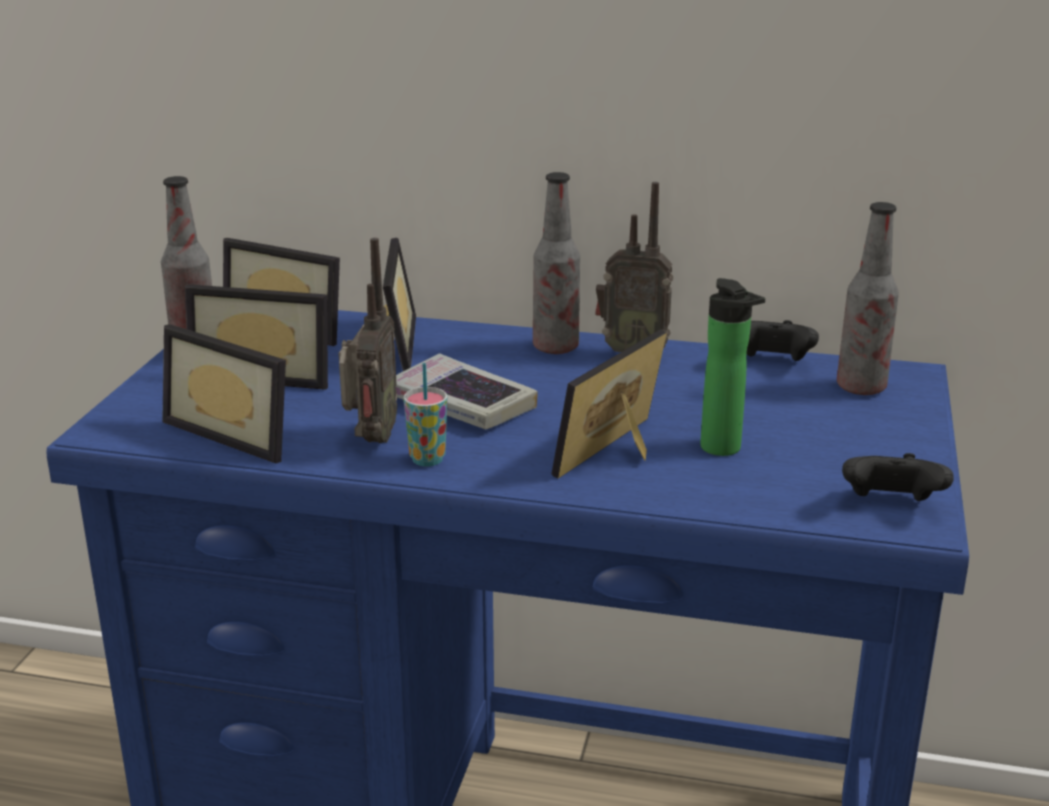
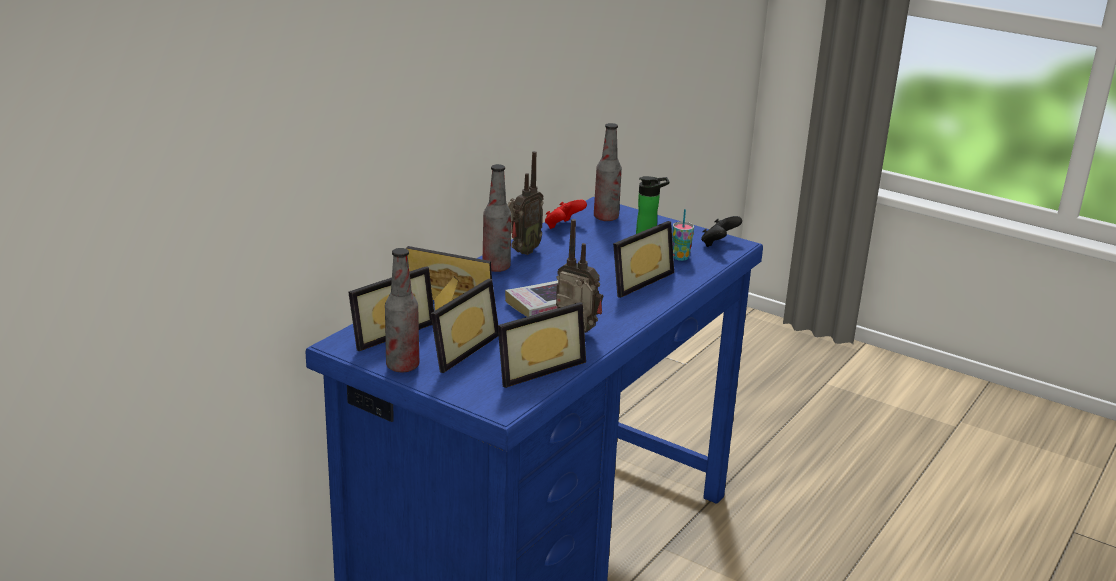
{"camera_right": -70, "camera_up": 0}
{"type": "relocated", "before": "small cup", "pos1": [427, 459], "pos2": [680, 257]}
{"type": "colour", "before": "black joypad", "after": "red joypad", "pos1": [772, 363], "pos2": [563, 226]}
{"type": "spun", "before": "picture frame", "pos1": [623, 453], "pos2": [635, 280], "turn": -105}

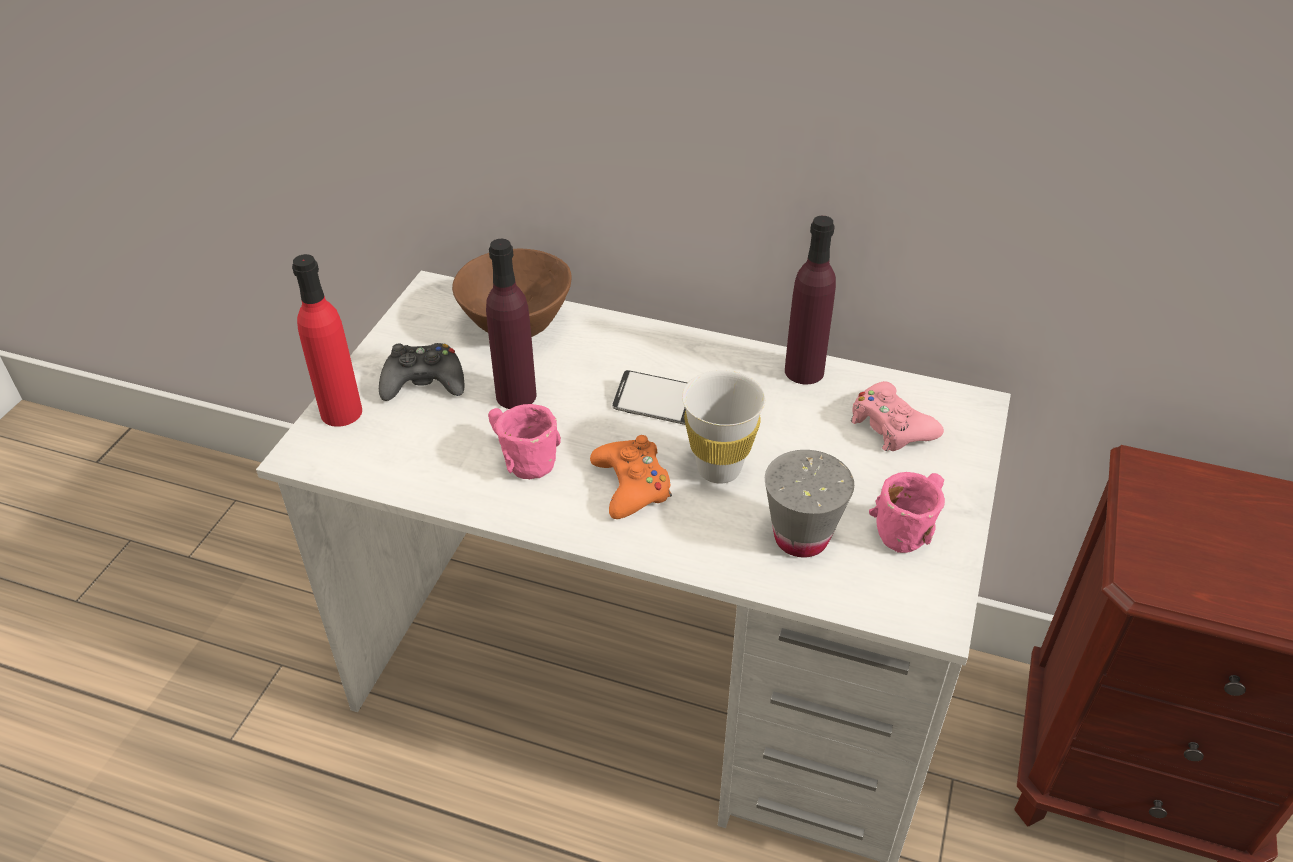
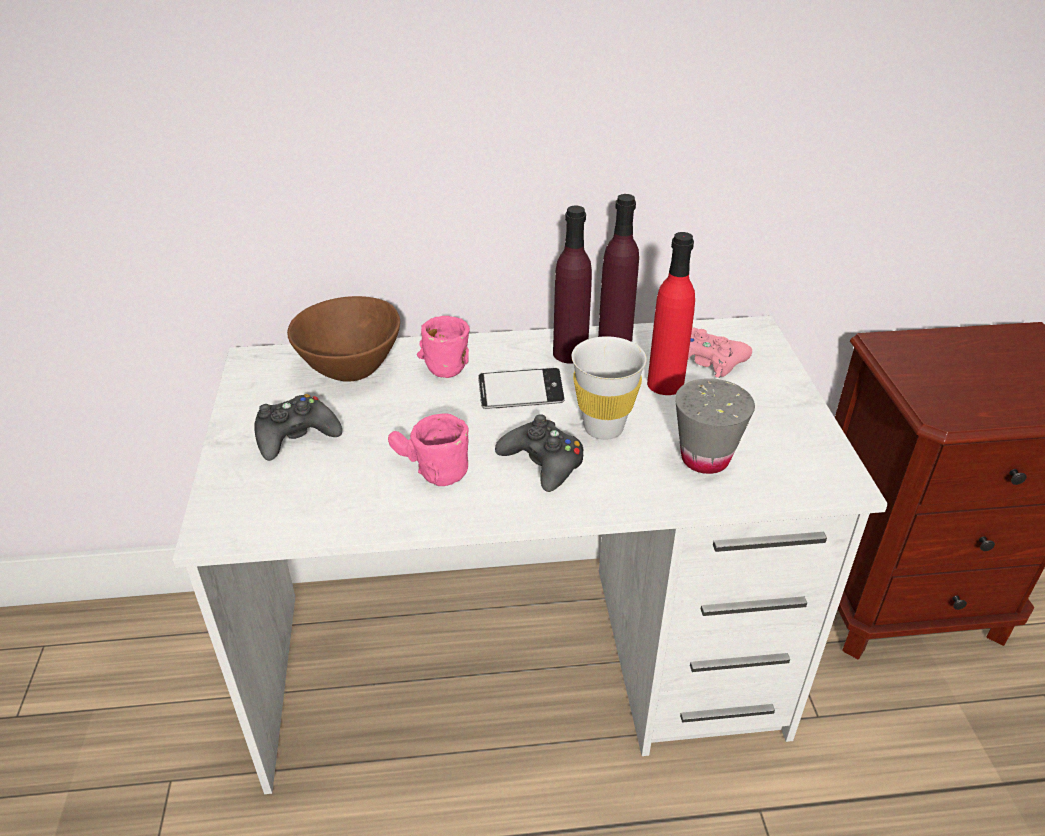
{"camera_right": -25, "camera_up": -5}
{"type": "relocated", "before": "red beverage bottle", "pos1": [341, 412], "pos2": [665, 384]}
{"type": "relocated", "before": "purplish beverage bottle", "pos1": [516, 396], "pos2": [570, 353]}
{"type": "relocated", "before": "pink coffee mug", "pos1": [907, 523], "pos2": [448, 360]}
{"type": "colour", "before": "orange-coloured joypad", "after": "black joypad", "pos1": [632, 486], "pos2": [543, 462]}

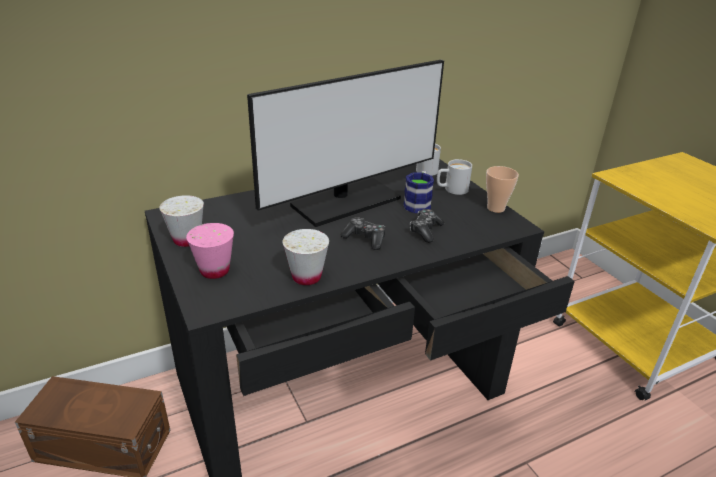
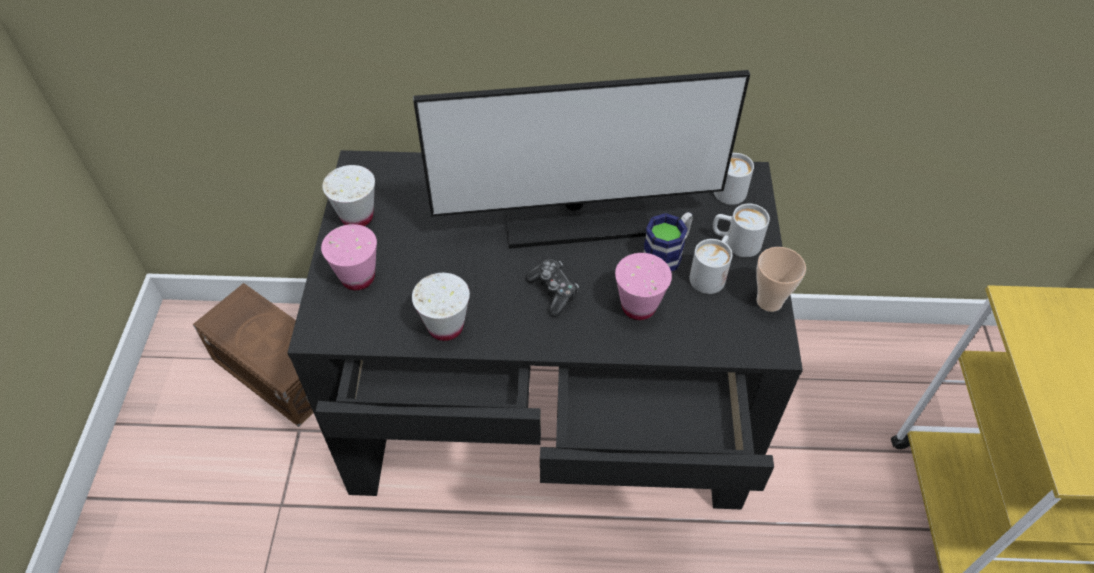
{"camera_right": 30, "camera_up": 20}
{"type": "appeared", "after": "white-coloured coffee mug", "pos2": [711, 274]}
{"type": "exchanged", "before": "joypad", "after": "pink small cup", "pos1": [425, 231], "pos2": [638, 306]}

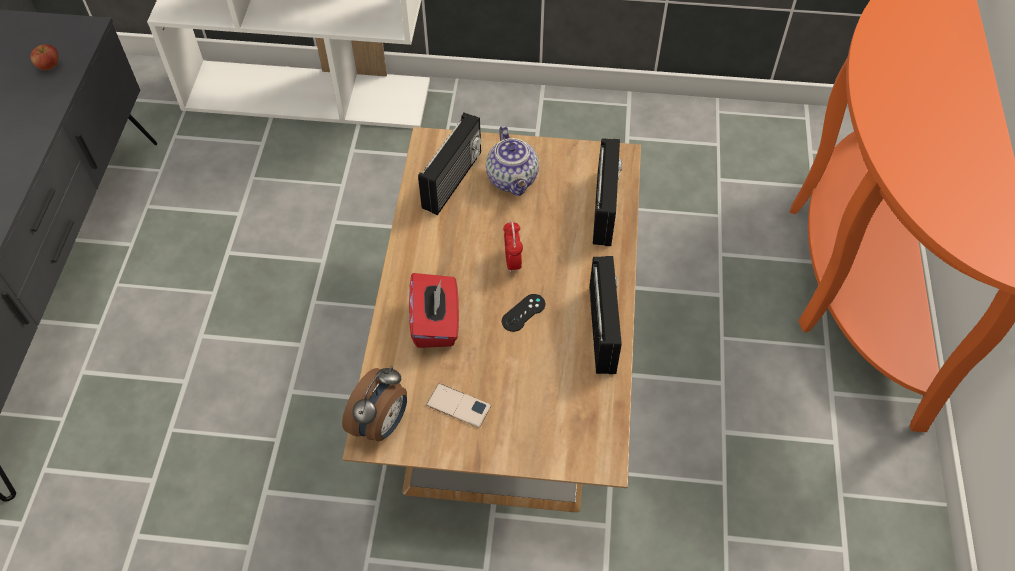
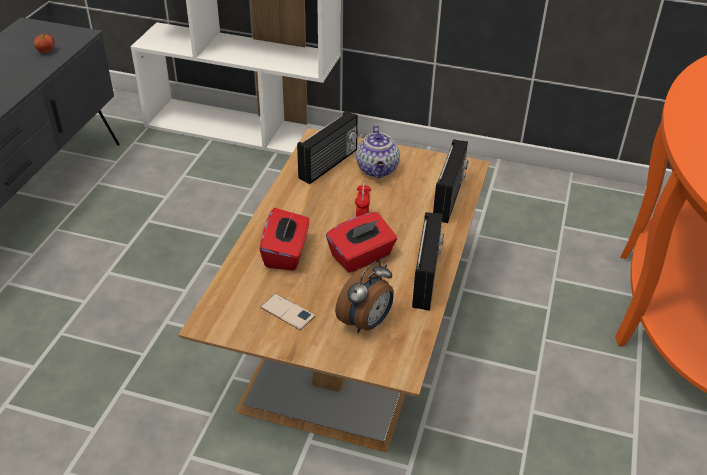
{"camera_right": 10, "camera_up": -15}
{"type": "relocated", "before": "table clock", "pos1": [381, 424], "pos2": [366, 323]}
{"type": "exchanged", "before": "black joypad", "after": "red tissue box", "pos1": [523, 313], "pos2": [361, 257]}

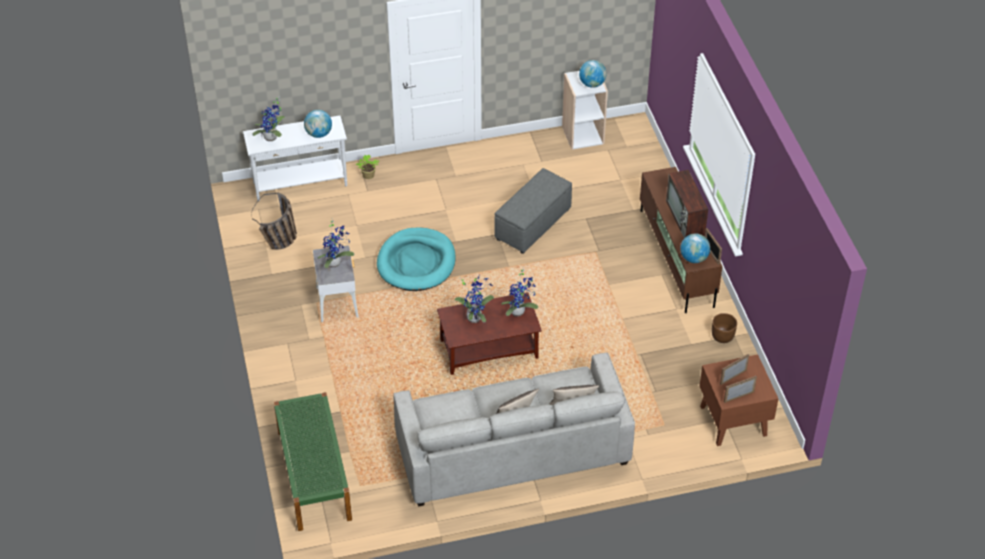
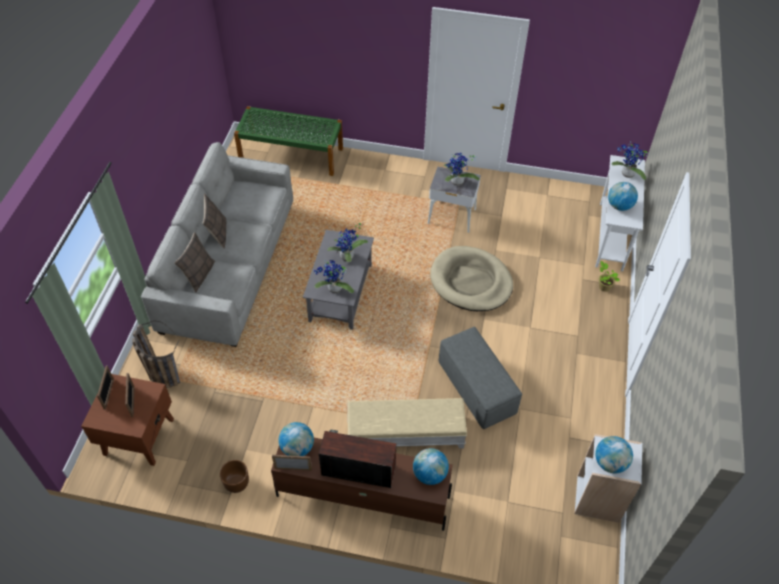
{"camera_right": 115, "camera_up": 5}
{"type": "appeared", "after": "sand-coloured ottoman", "pos2": [405, 432]}
{"type": "appeared", "after": "globe", "pos2": [429, 474]}
{"type": "relocated", "before": "storage basket", "pos1": [280, 244], "pos2": [160, 371]}
{"type": "colour", "before": "turquoise dog bed", "after": "sand-coloured dog bed", "pos1": [416, 262], "pos2": [471, 281]}
{"type": "colour", "before": "brownish low table", "after": "grey low table", "pos1": [488, 349], "pos2": [340, 292]}

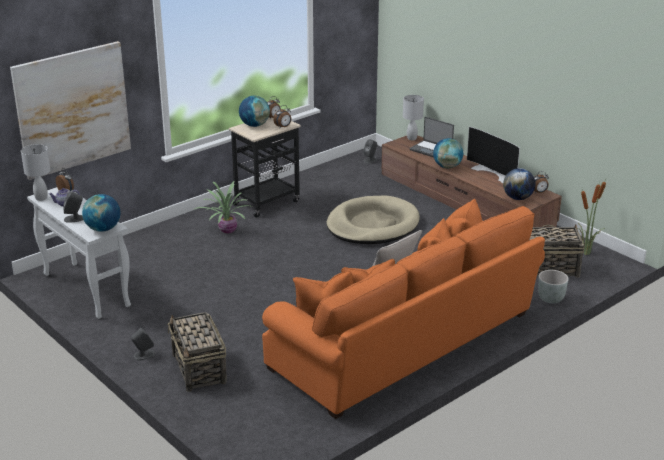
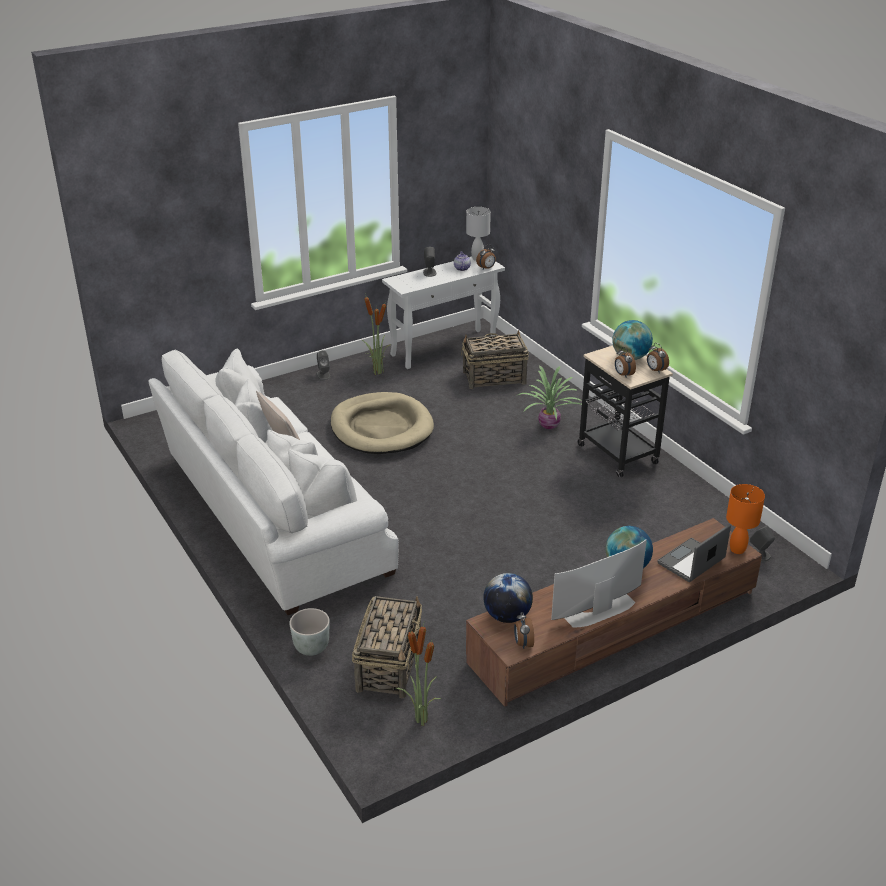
{"camera_right": 100, "camera_up": 5}
{"type": "missing", "before": "wall picture", "pos1": [72, 109]}
{"type": "missing", "before": "globe", "pos1": [103, 229]}
{"type": "appeared", "after": "houseplant", "pos2": [377, 372]}
{"type": "relocated", "before": "storage basket", "pos1": [199, 369], "pos2": [493, 378]}
{"type": "relocated", "before": "sand-coloured dog bed", "pos1": [372, 225], "pos2": [381, 428]}
{"type": "colour", "before": "orange-coloured couch", "after": "white-coloured couch", "pos1": [405, 343], "pos2": [272, 515]}
{"type": "colour", "before": "white-coloured table lamp", "after": "orange-coloured table lamp", "pos1": [411, 138], "pos2": [738, 549]}

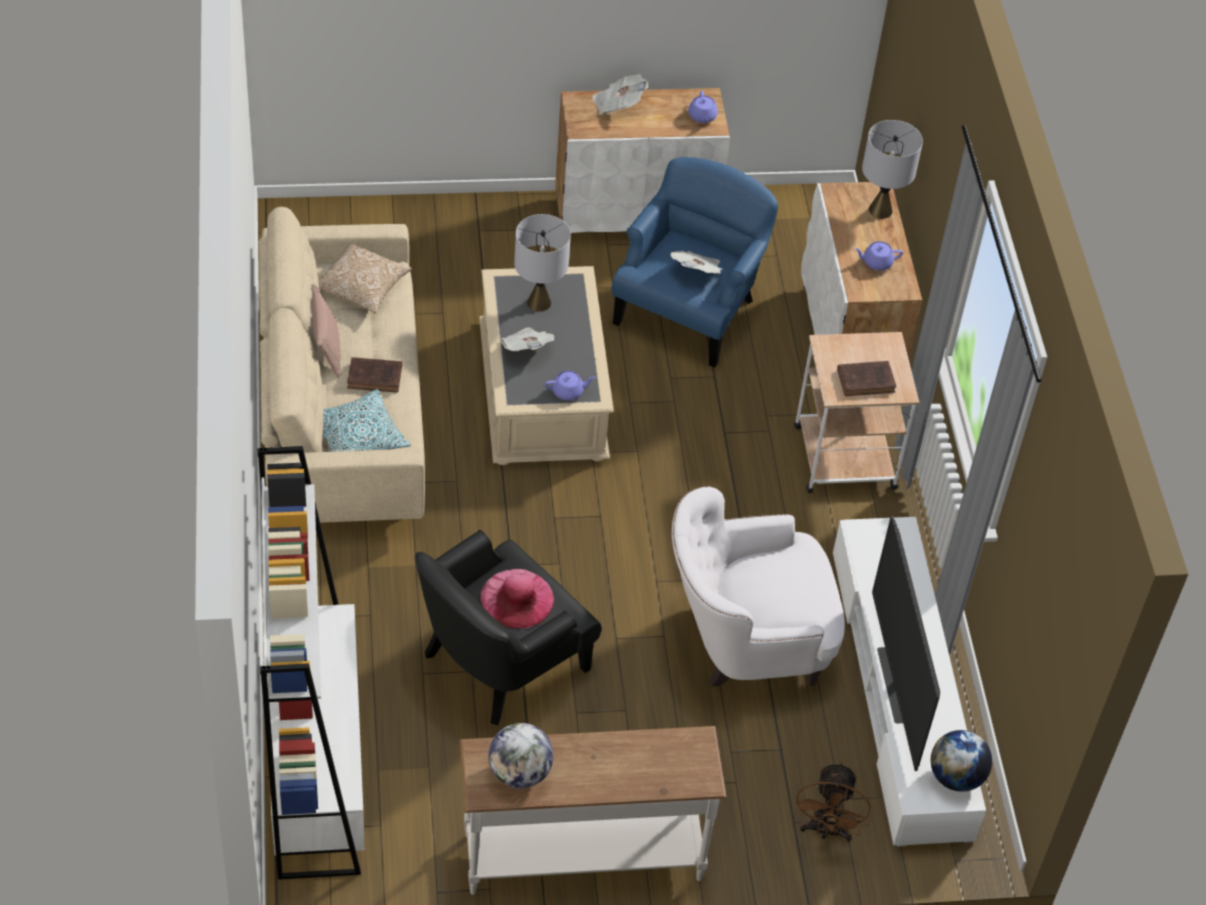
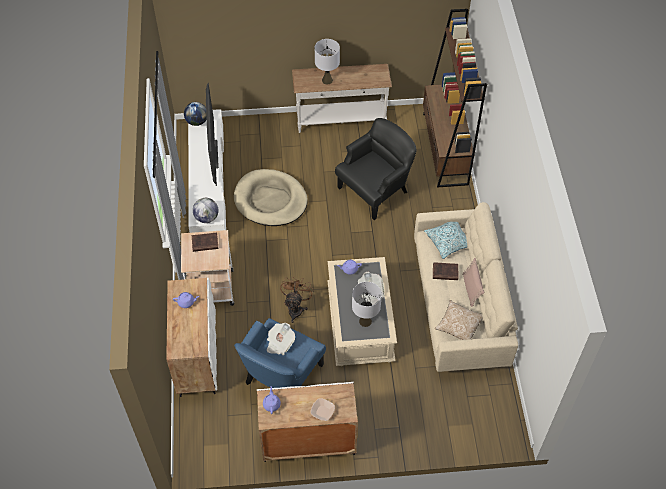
{"camera_right": -175, "camera_up": 5}
{"type": "missing", "before": "pink wearable hat", "pos1": [517, 598]}
{"type": "relocated", "before": "globe", "pos1": [520, 773], "pos2": [206, 218]}
{"type": "relocated", "before": "brownish fan", "pos1": [825, 831], "pos2": [296, 308]}
{"type": "relocated", "before": "grey table lamp", "pos1": [880, 210], "pos2": [327, 80]}
{"type": "exchanged", "before": "daily paper", "after": "deep dish", "pos1": [618, 105], "pos2": [322, 411]}
{"type": "exchanged", "before": "white-coloured easy chair", "after": "sand-coloured dog bed", "pos1": [745, 641], "pos2": [270, 200]}
{"type": "colour", "before": "white-coloured bookshelf", "after": "brownish bookshelf", "pos1": [316, 767], "pos2": [445, 149]}

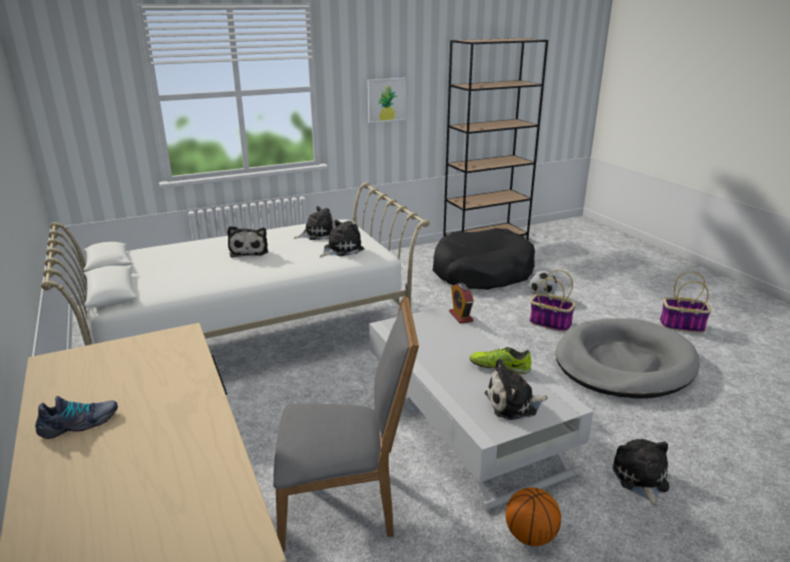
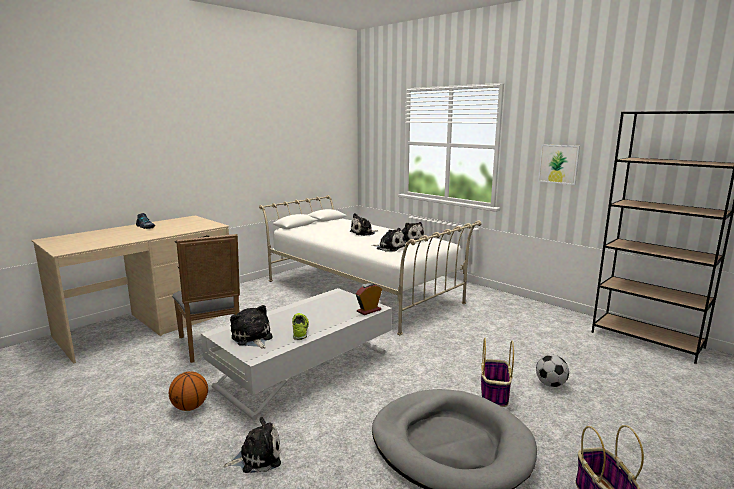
{"camera_right": 70, "camera_up": -10}
{"type": "missing", "before": "black dog bed", "pos1": [481, 272]}

